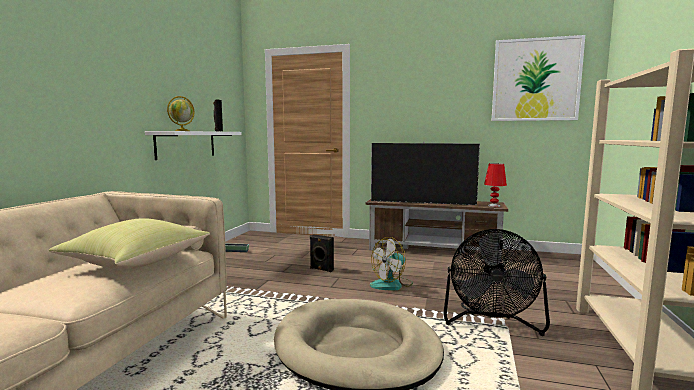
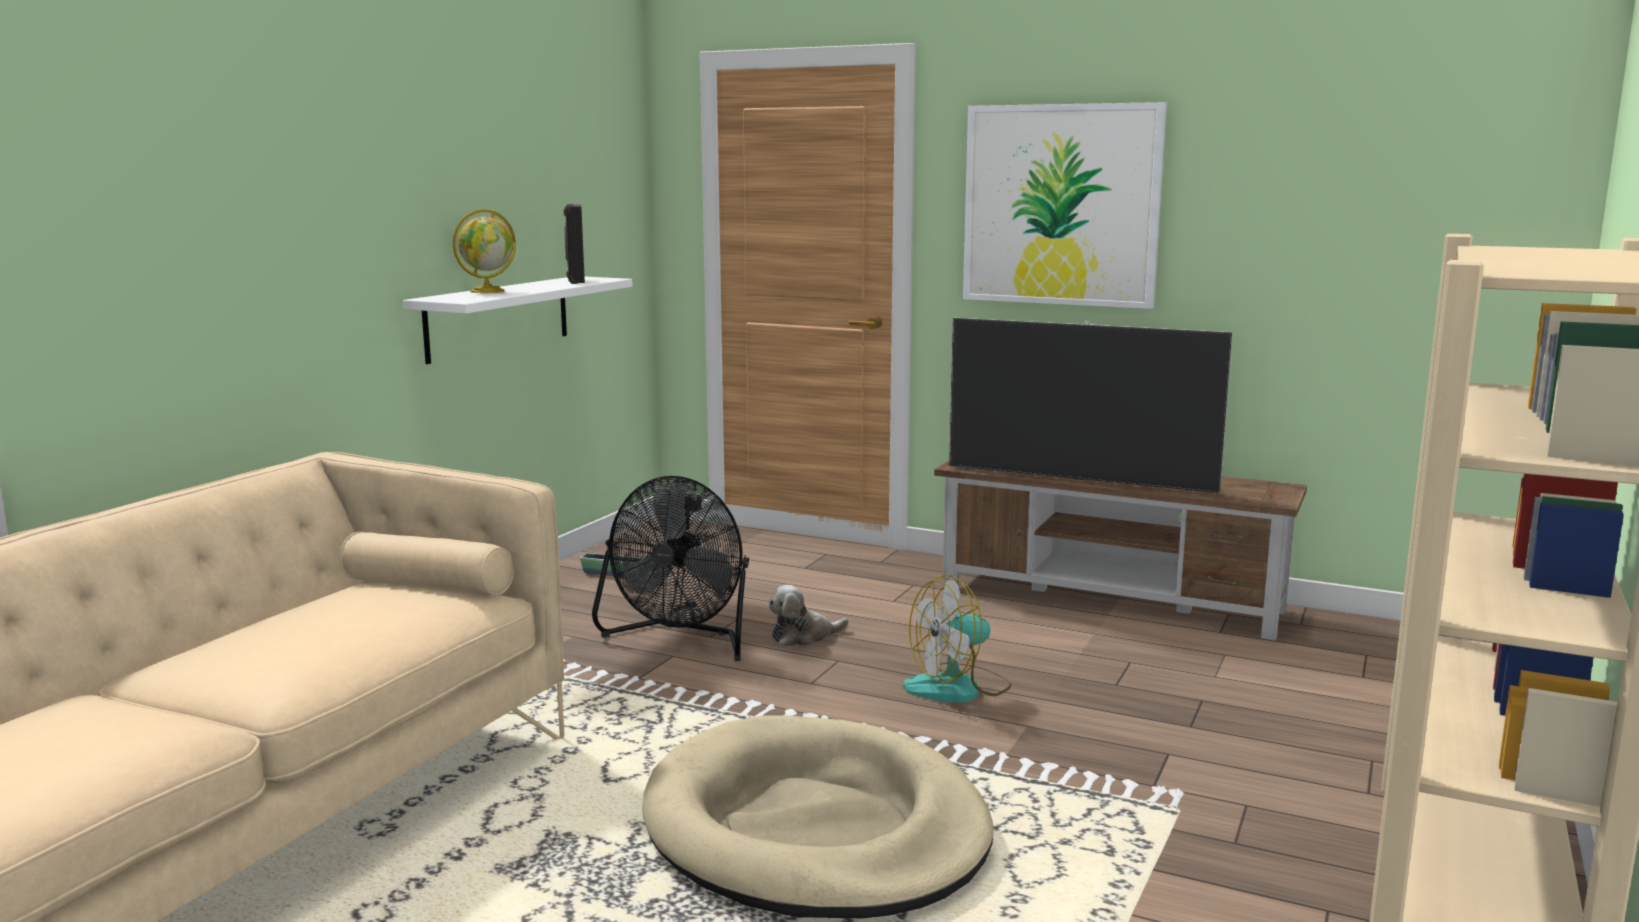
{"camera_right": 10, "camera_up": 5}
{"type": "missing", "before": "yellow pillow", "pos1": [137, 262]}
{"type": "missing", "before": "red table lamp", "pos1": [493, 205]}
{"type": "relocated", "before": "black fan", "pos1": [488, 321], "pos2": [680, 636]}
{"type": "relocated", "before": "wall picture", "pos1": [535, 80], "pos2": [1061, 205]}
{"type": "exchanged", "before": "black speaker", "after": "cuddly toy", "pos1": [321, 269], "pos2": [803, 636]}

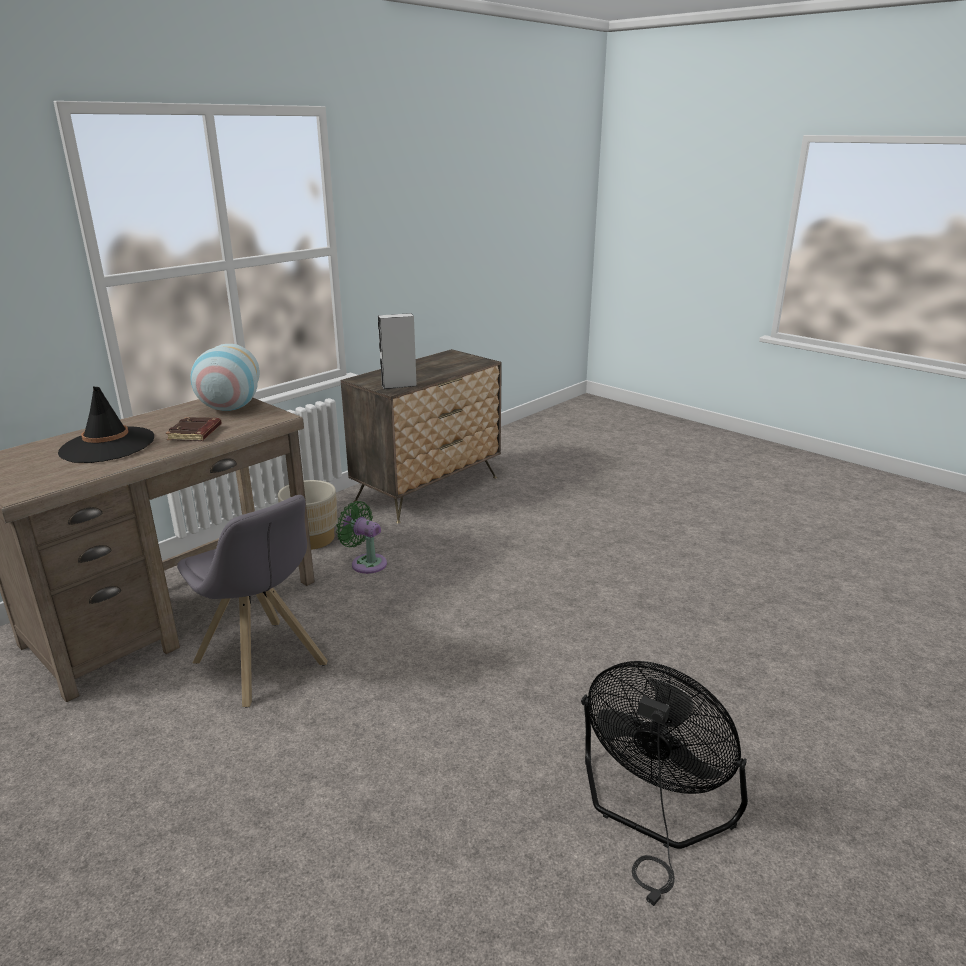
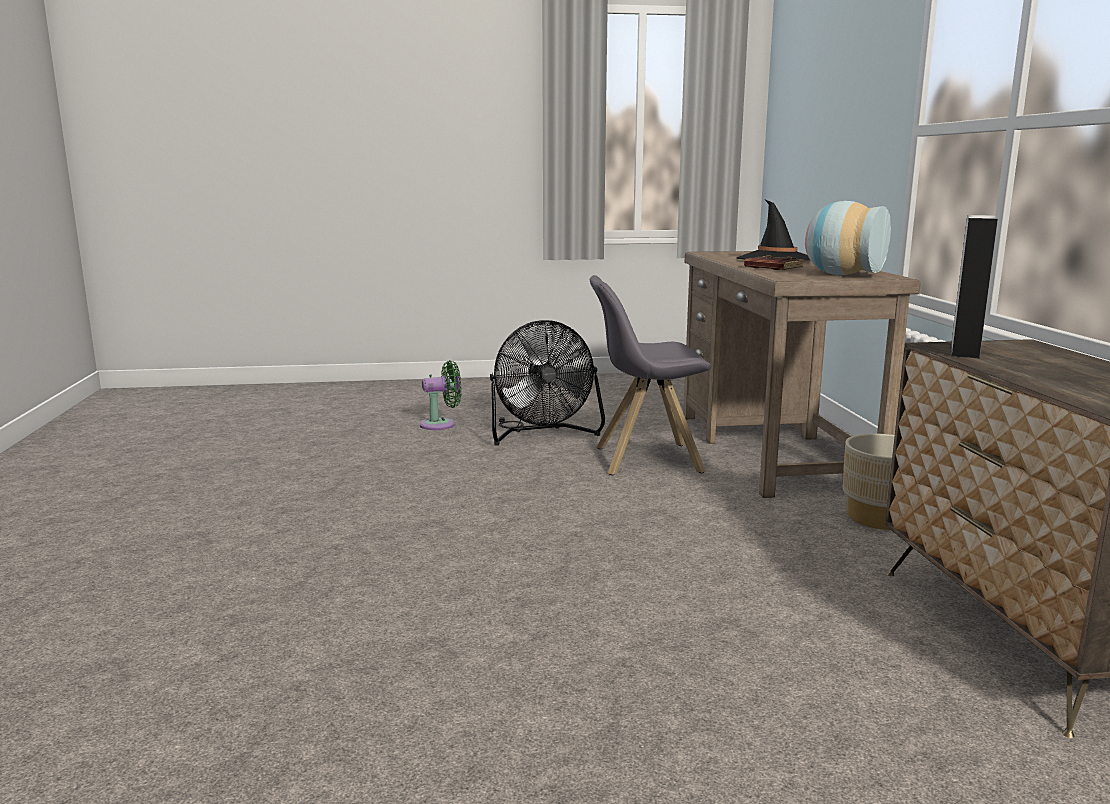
{"camera_right": 130, "camera_up": -10}
{"type": "relocated", "before": "greenish fan", "pos1": [366, 563], "pos2": [441, 424]}
{"type": "relocated", "before": "black fan", "pos1": [650, 816], "pos2": [538, 434]}

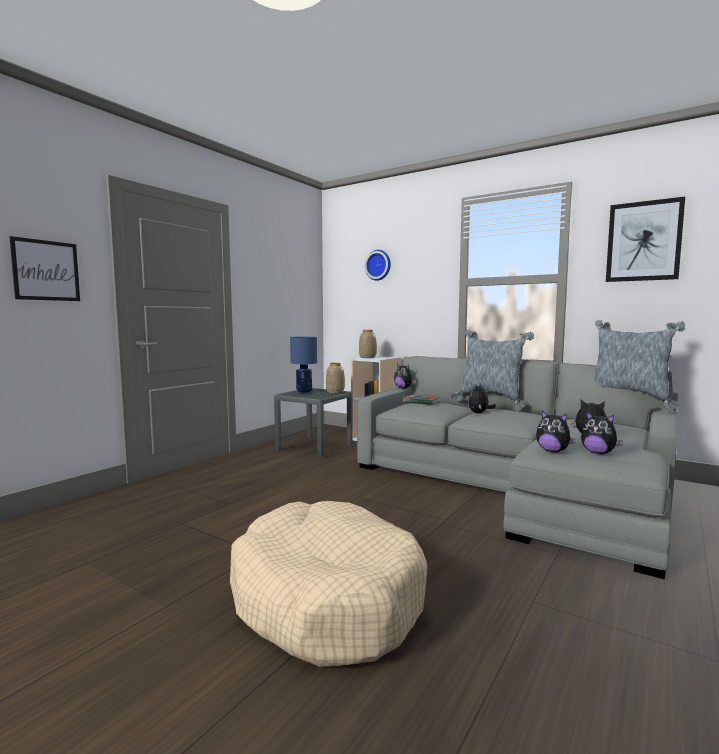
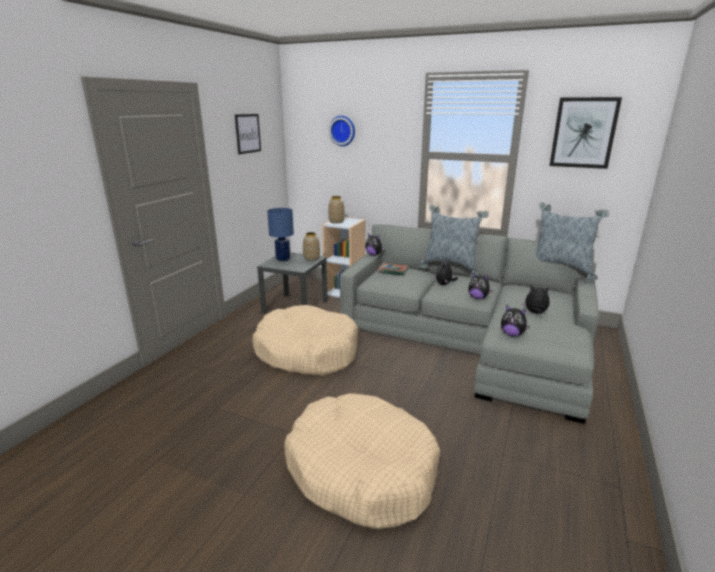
{"camera_right": -10, "camera_up": 15}
{"type": "appeared", "after": "sand-coloured dog bed", "pos2": [307, 352]}
{"type": "relocated", "before": "wall picture", "pos1": [46, 270], "pos2": [248, 133]}
{"type": "relocated", "before": "cuddly toy", "pos1": [598, 453], "pos2": [478, 298]}

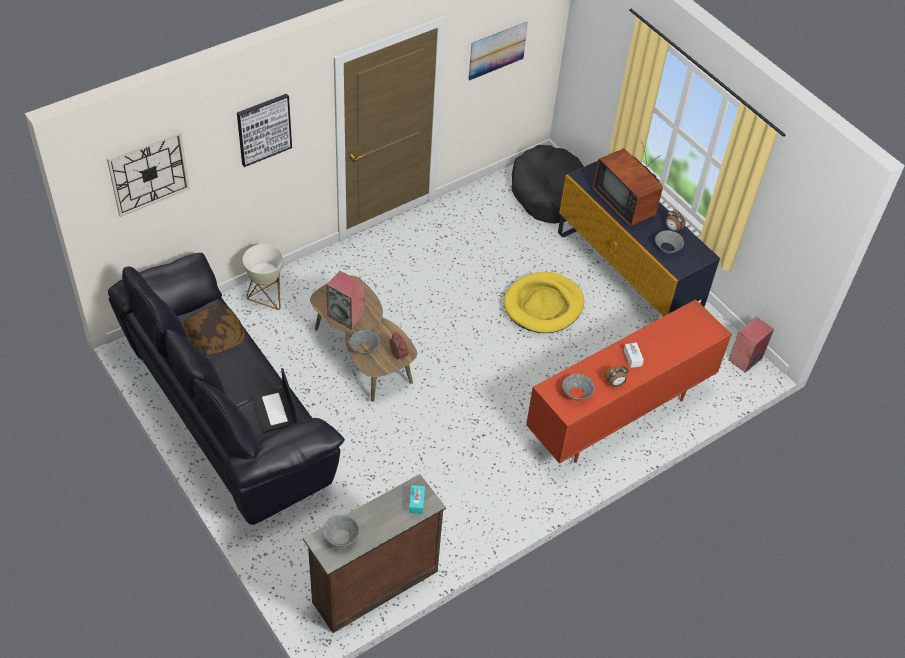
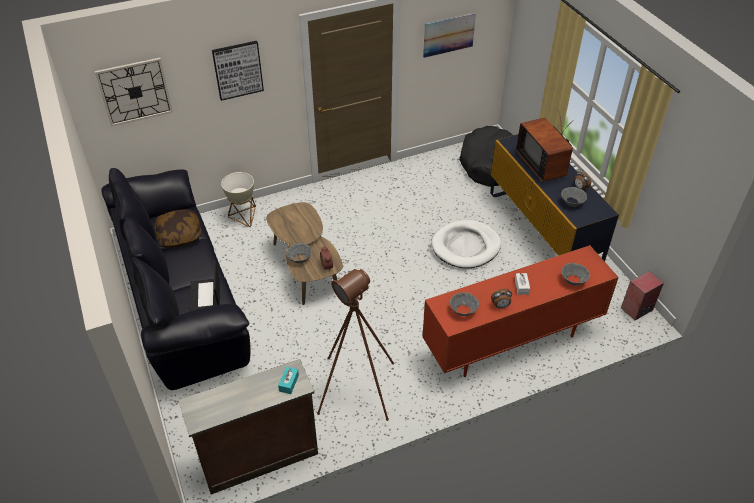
{"camera_right": 15, "camera_up": -5}
{"type": "missing", "before": "speaker", "pos1": [346, 315]}
{"type": "appeared", "after": "brownish standing lamp", "pos2": [356, 388]}
{"type": "relocated", "before": "grey deep dish", "pos1": [341, 537], "pos2": [573, 280]}
{"type": "colour", "before": "yellow dog bed", "after": "white-coloured dog bed", "pos1": [543, 305], "pos2": [466, 246]}

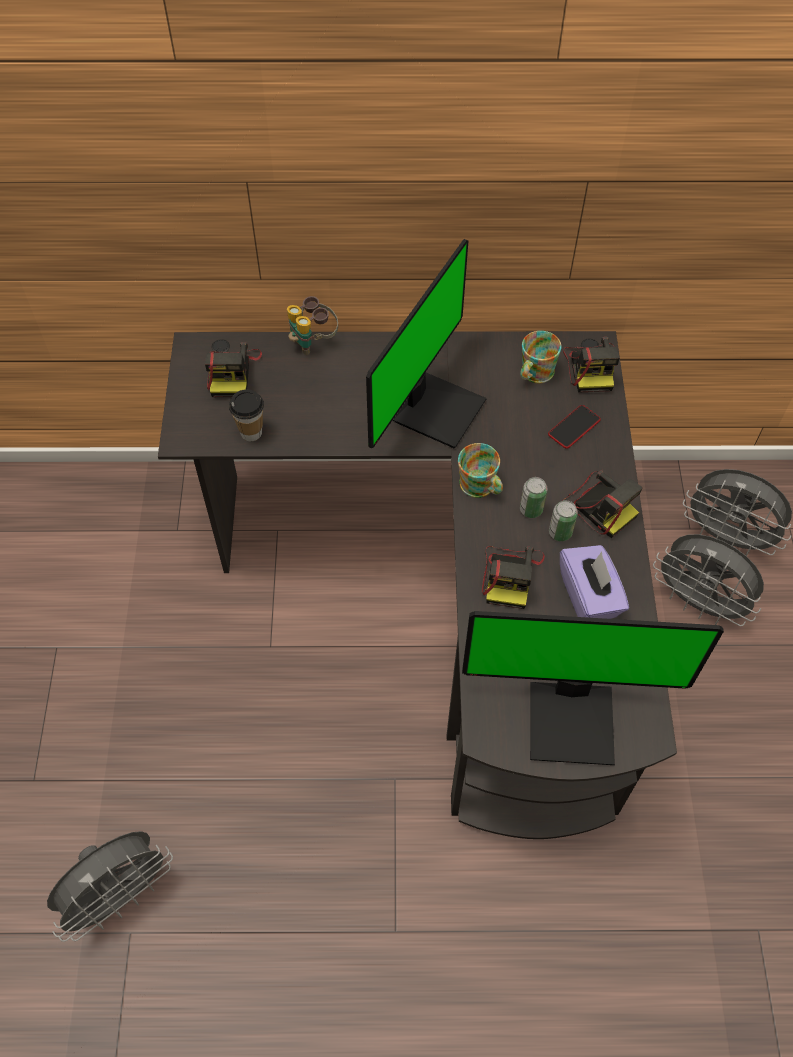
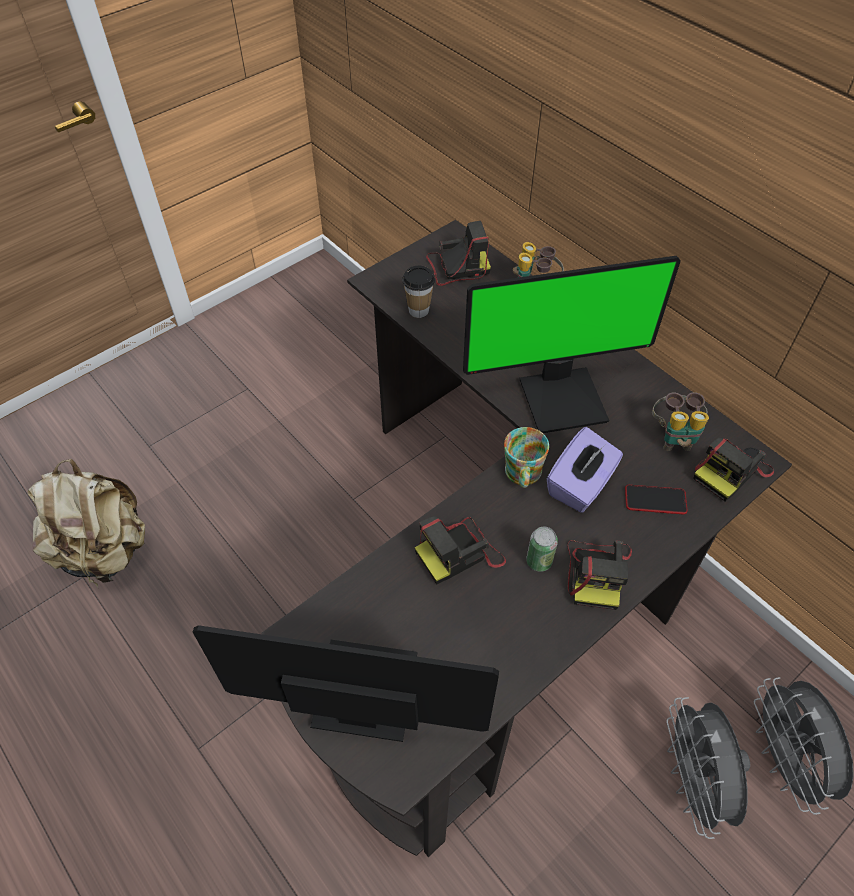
{"camera_right": 50, "camera_up": -5}
{"type": "missing", "before": "metal can", "pos1": [531, 509]}
{"type": "relocated", "before": "purplish tissue box", "pos1": [589, 596], "pos2": [580, 485]}
{"type": "exchanged", "before": "grey fan", "after": "sand-coloured backpack", "pos1": [120, 895], "pos2": [104, 551]}
{"type": "exchanged", "before": "coffee mug", "after": "field glasses", "pos1": [534, 374], "pos2": [674, 437]}
{"type": "spun", "before": "still camera", "pos1": [232, 372], "pos2": [456, 267], "turn": -150}
{"type": "spun", "before": "computer screen", "pos1": [572, 719], "pos2": [362, 696], "turn": 135}

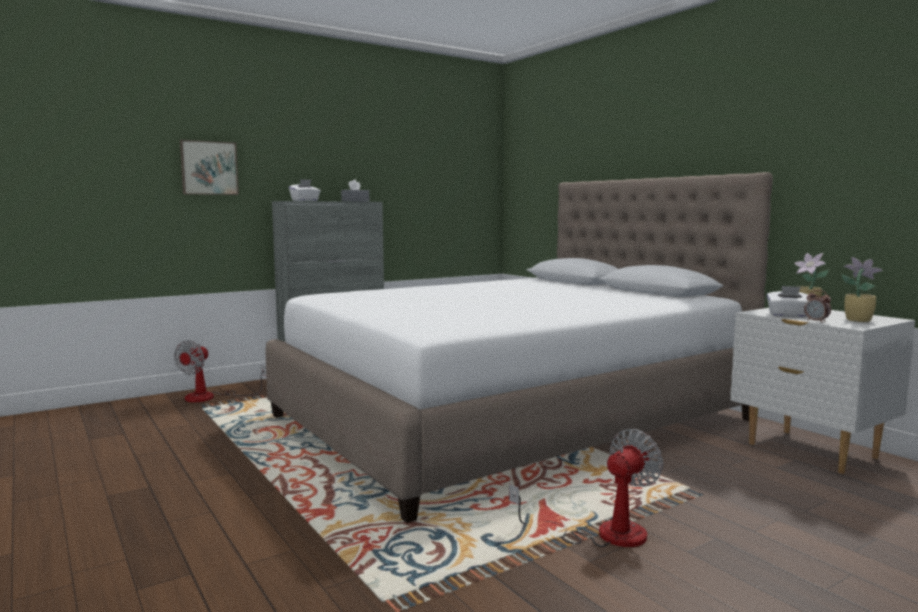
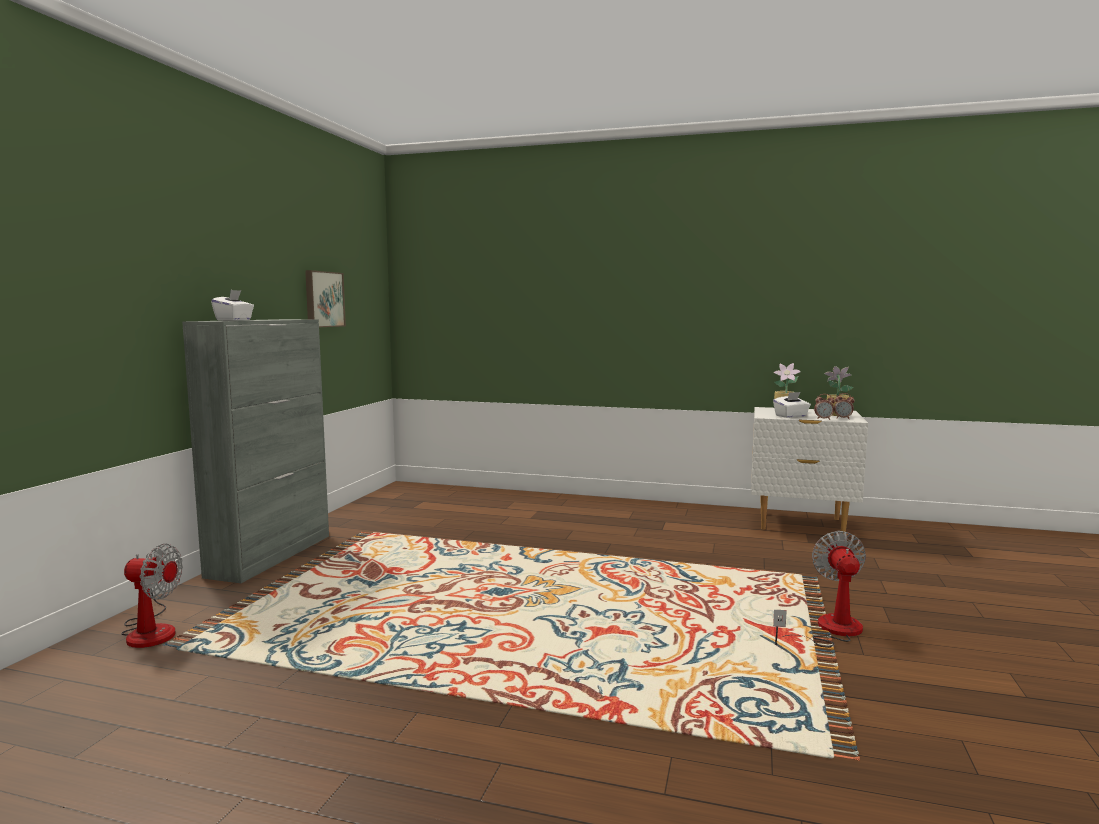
{"camera_right": -40, "camera_up": 0}
{"type": "missing", "before": "white-coloured bed", "pos1": [513, 418]}
{"type": "missing", "before": "grey tissue box", "pos1": [355, 201]}
{"type": "appeared", "after": "table clock", "pos2": [843, 418]}
{"type": "relocated", "before": "wall picture", "pos1": [209, 168], "pos2": [323, 299]}
{"type": "spun", "before": "fan", "pos1": [210, 397], "pos2": [151, 630], "turn": -60}

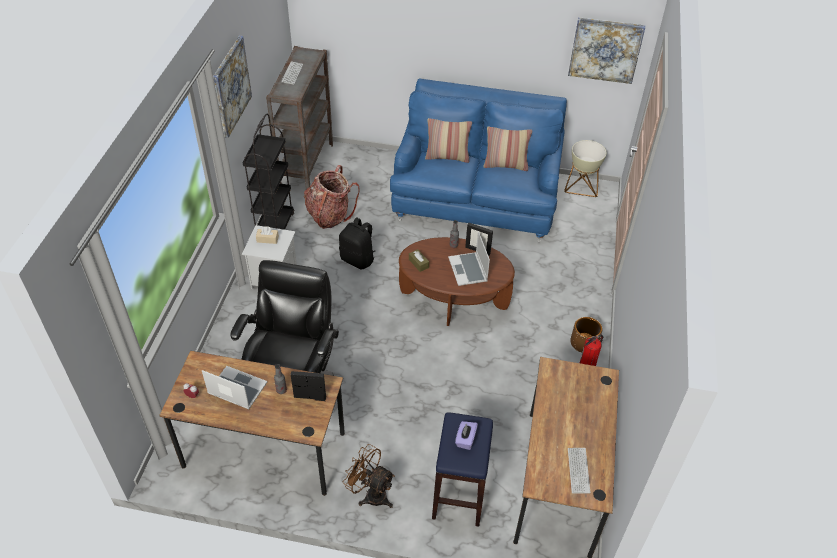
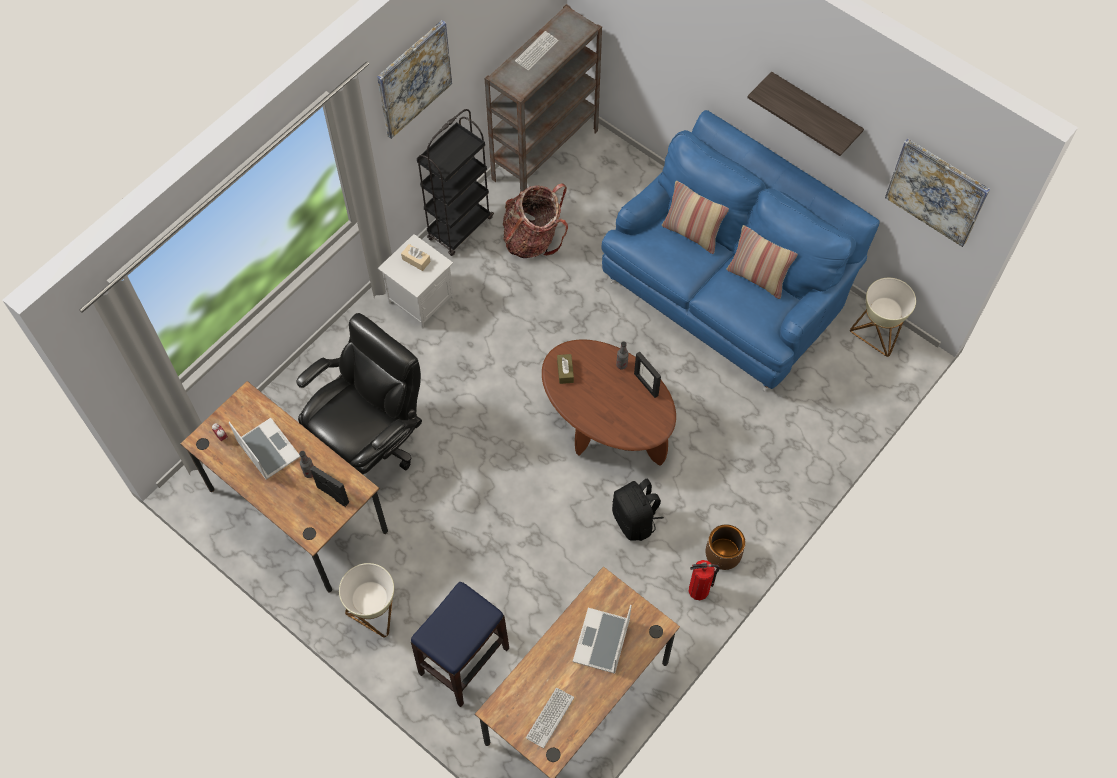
{"camera_right": 30, "camera_up": 15}
{"type": "missing", "before": "purplish tissue box", "pos1": [465, 439]}
{"type": "appeared", "after": "bracket shelf", "pos2": [814, 111]}
{"type": "relocated", "before": "black backpack", "pos1": [358, 259], "pos2": [635, 520]}
{"type": "relocated", "before": "portable computer", "pos1": [468, 270], "pos2": [602, 642]}
{"type": "exchanged", "before": "brownish fan", "after": "planter", "pos1": [371, 494], "pos2": [375, 614]}

